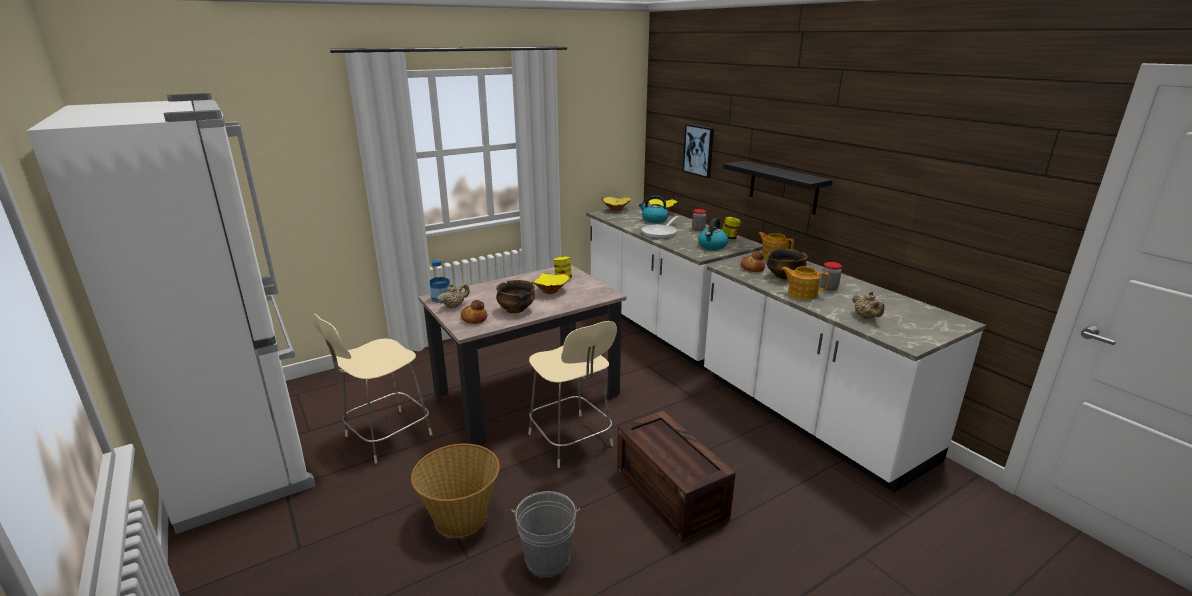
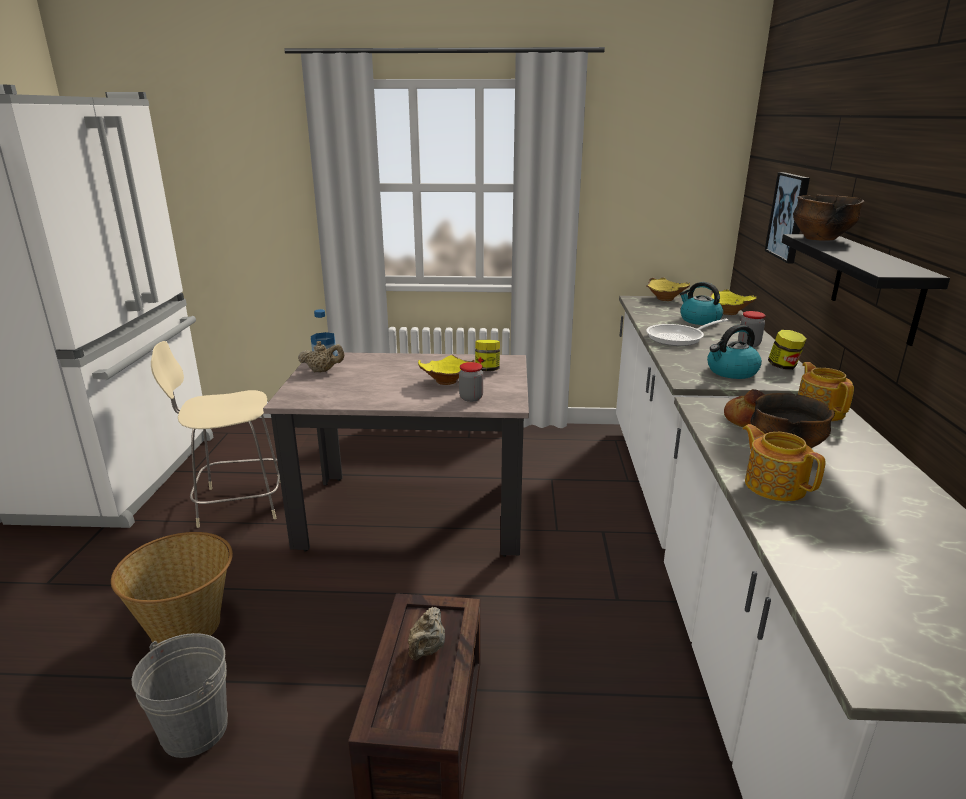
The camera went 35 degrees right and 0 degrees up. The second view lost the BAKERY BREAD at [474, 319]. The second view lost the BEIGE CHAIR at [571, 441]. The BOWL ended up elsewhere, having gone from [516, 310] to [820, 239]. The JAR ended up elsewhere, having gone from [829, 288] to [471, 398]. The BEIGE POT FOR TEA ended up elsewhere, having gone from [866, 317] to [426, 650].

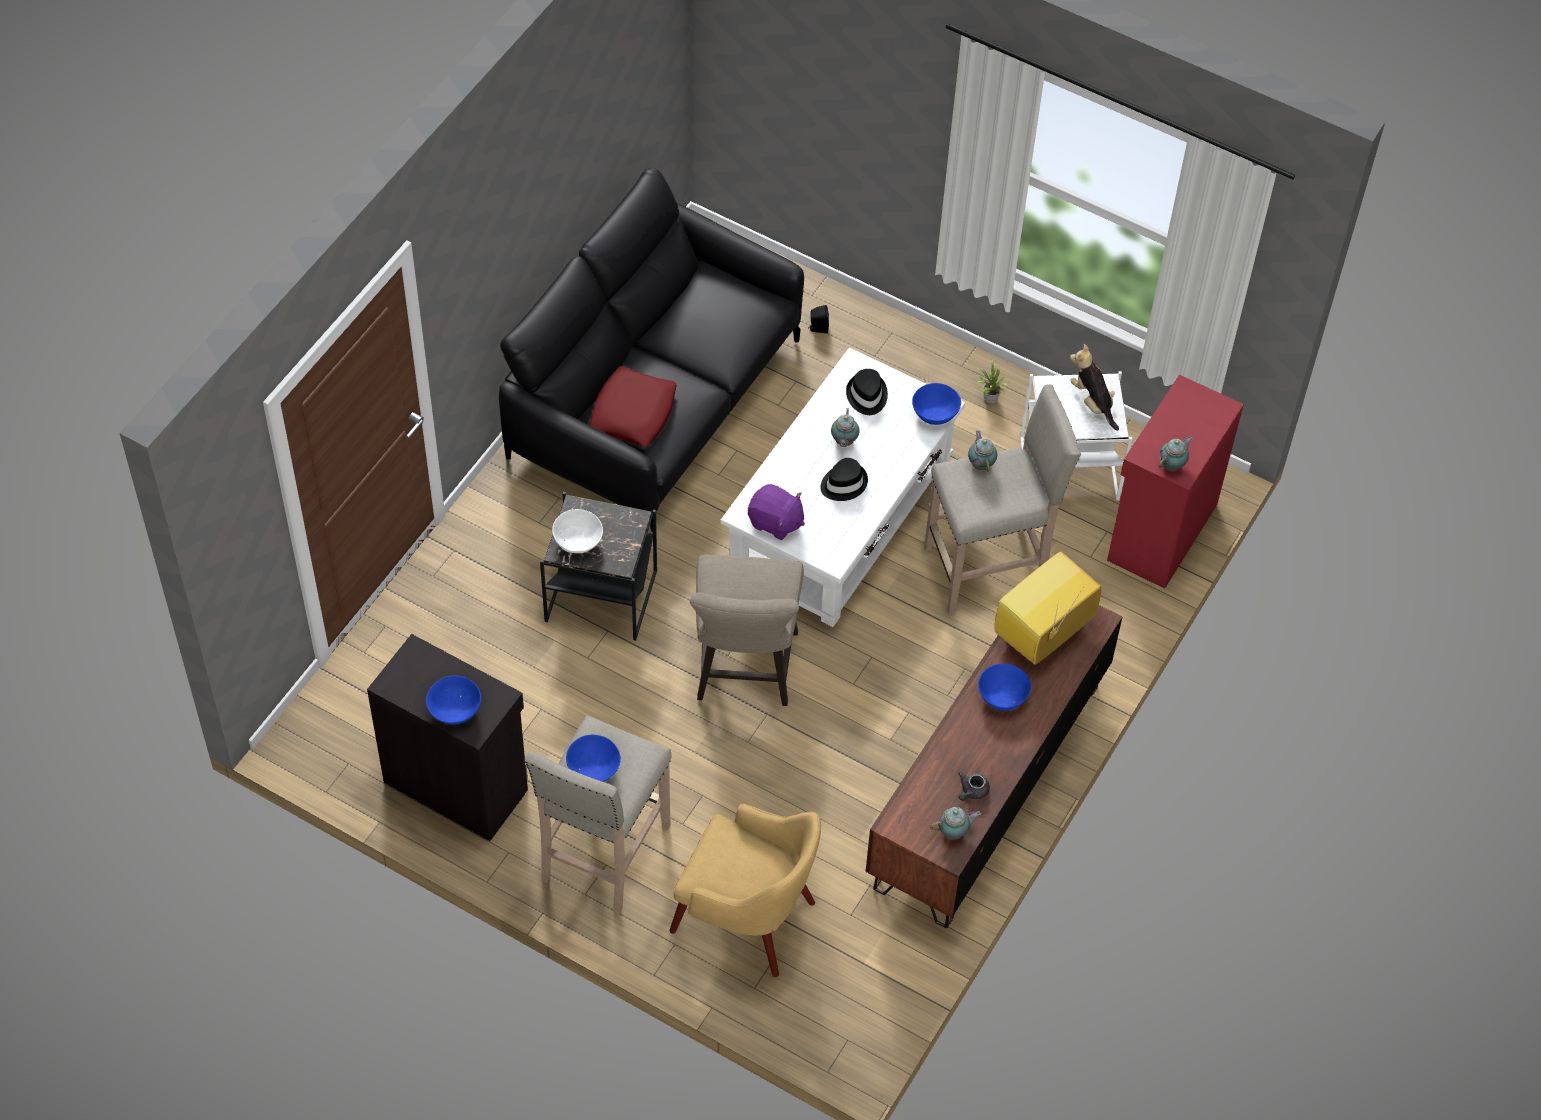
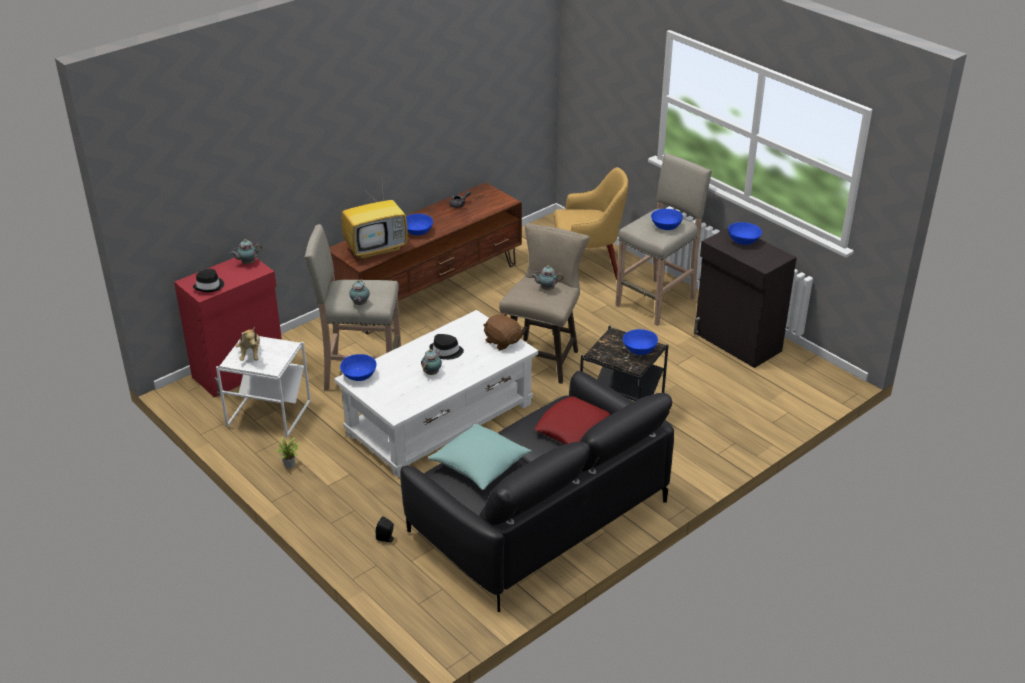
The camera went 160 degrees left and 20 degrees down. The second view gained the TURQUOISE THROW PILLOW at [480, 465]. The BLACK-COLOURED CLOTHING HAT ended up elsewhere, having gone from [866, 396] to [209, 286]. The POT FOR TEA ended up elsewhere, having gone from [954, 832] to [546, 288]. What was the WHITE-COLOURED BOWL at [578, 540] turned into the BLUE BOWL at [639, 349]. What was the PURPLISH PLUSH TOY at [775, 522] turned into the BROWN-COLOURED PLUSH TOY at [502, 341]. The YELLOWISH ARMCHAIR at [747, 918] ended up facing another way, 135 degrees clockwise from before.

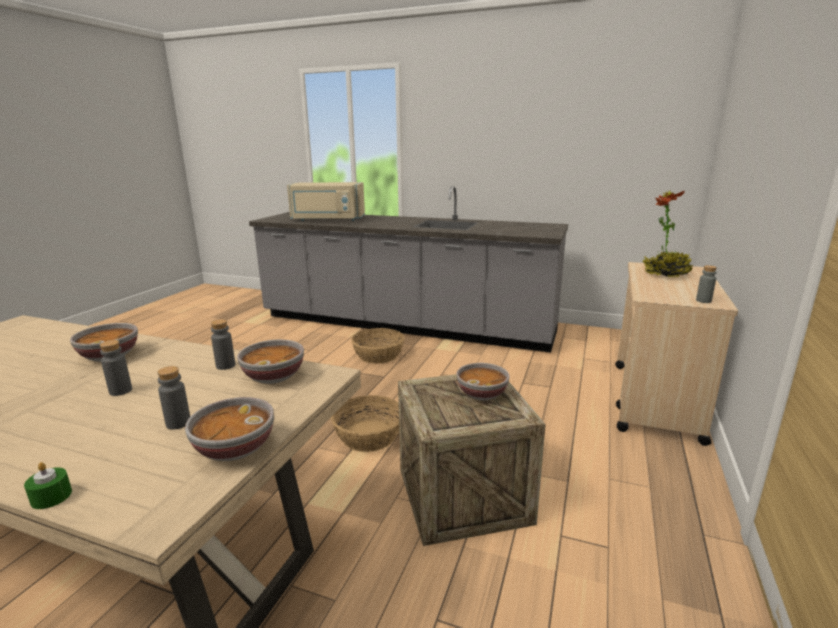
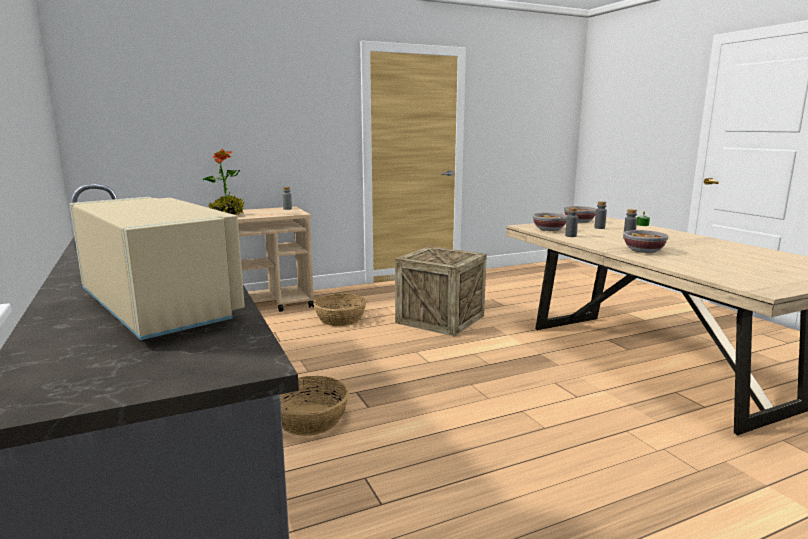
The camera went 135 degrees left and 5 degrees down. The second view lost the BOWL at [482, 393]. The STORAGE BASKET ended up elsewhere, having gone from [369, 436] to [340, 319].

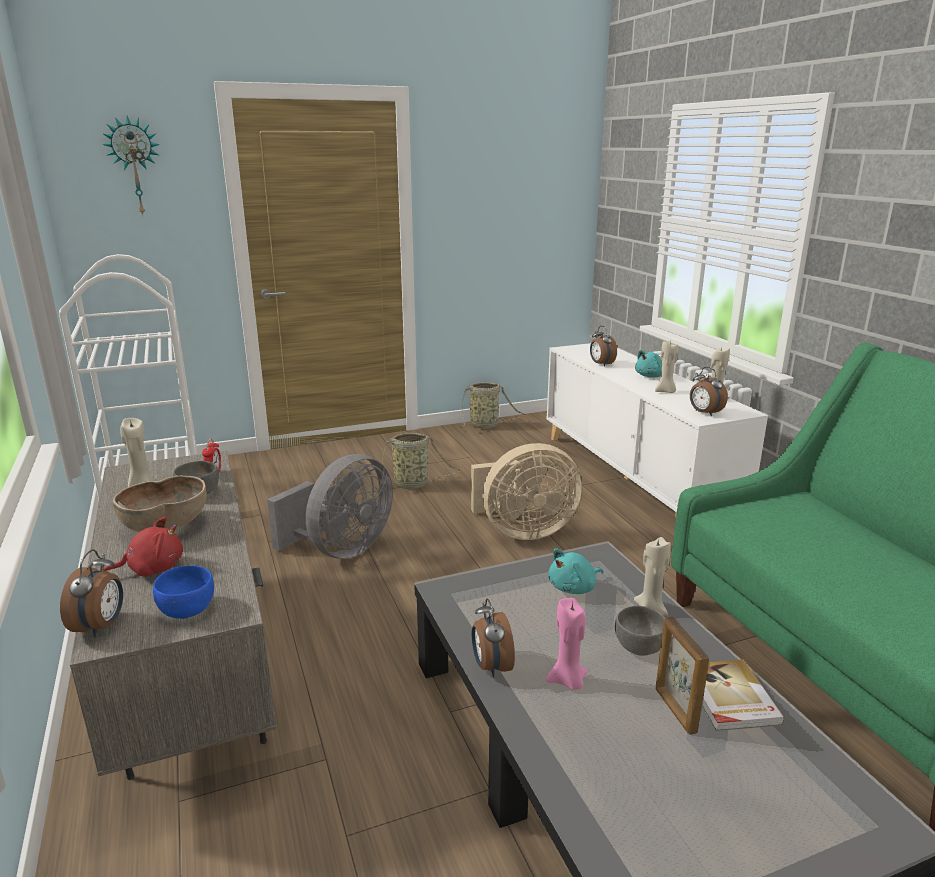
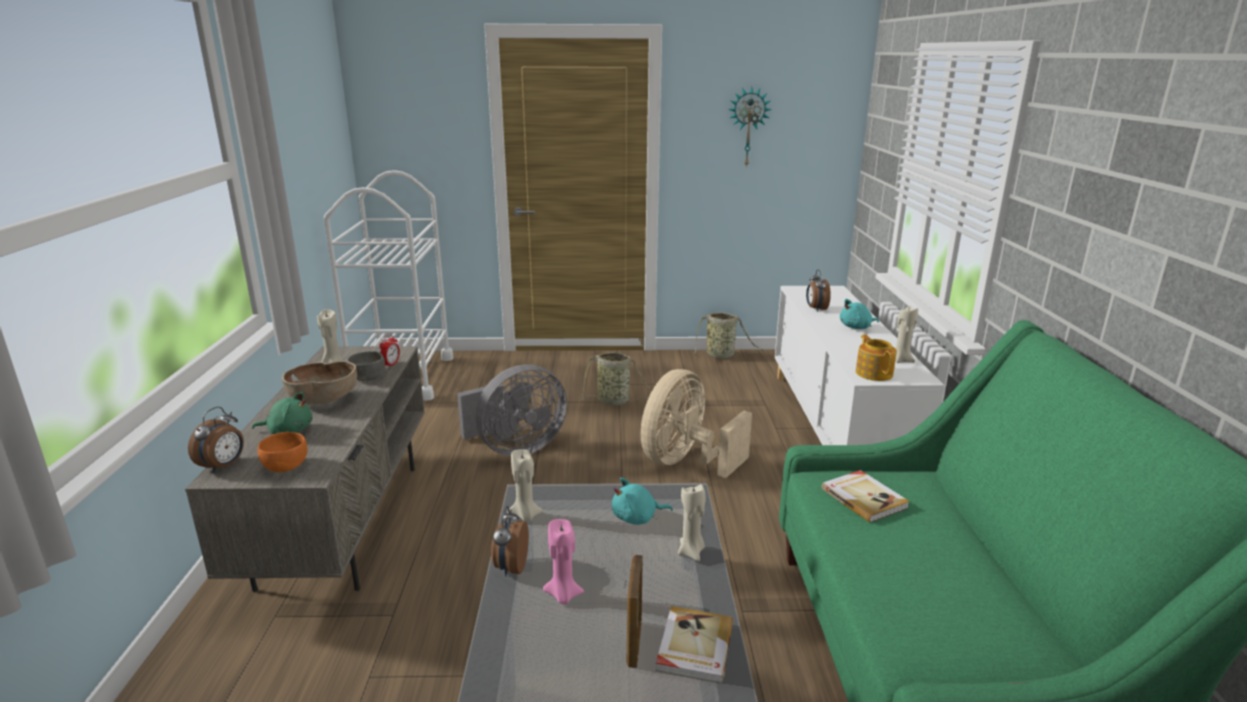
The camera went 20 degrees right and 0 degrees up. The second view lost the GREY BOWL at [640, 646]. The second view gained the BOUND BOOK at [864, 498]. The CLOCK ON THE WALL ended up elsewhere, having gone from [135, 167] to [748, 127]. The BEIGE CANDLE ended up elsewhere, having gone from [665, 391] to [525, 516]. Where the BEDSIDE CLOCK stood at [704, 413], the POT FOR TEA came to stand at [874, 373]. What was the RED-COLOURED PLUSH TOY at [152, 568] turned into the GREEN-COLOURED PLUSH TOY at [288, 431]. What was the BLUE BOWL at [187, 609] turned into the ORANGE BOWL at [286, 466]. The BEIGE ELECTRIC FAN at [523, 531] ended up facing another way, 120 degrees clockwise from before.

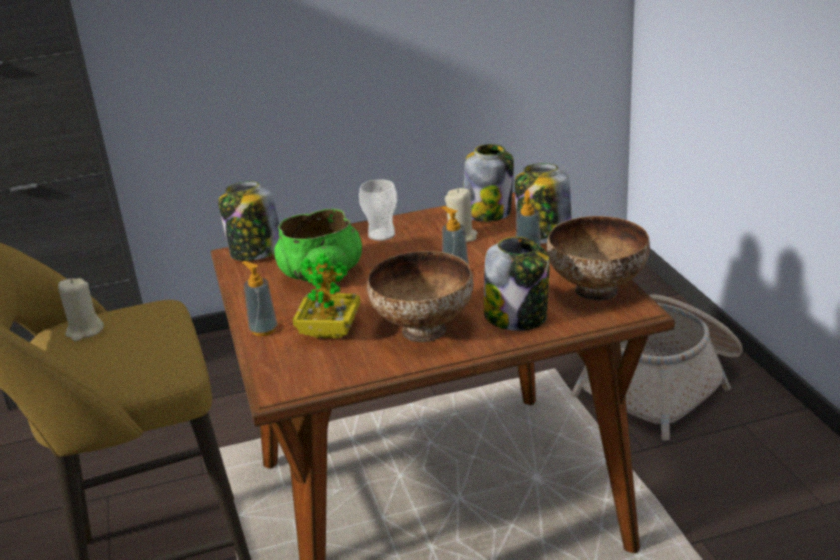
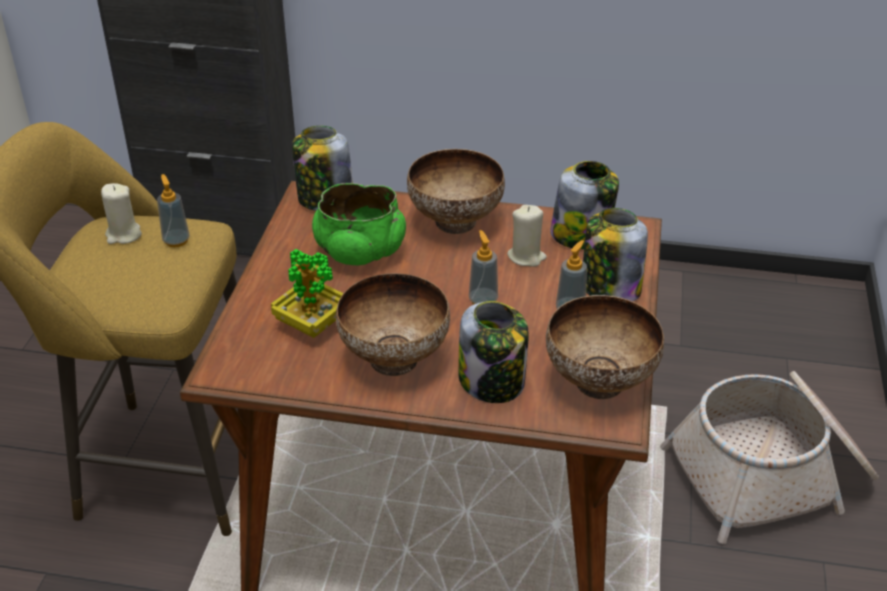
The camera went 25 degrees right and 10 degrees up. The SOAP BOTTLE ended up elsewhere, having gone from [263, 330] to [176, 240]. Where the SMALL CUP stood at [381, 234], the BOWL came to stand at [454, 223].

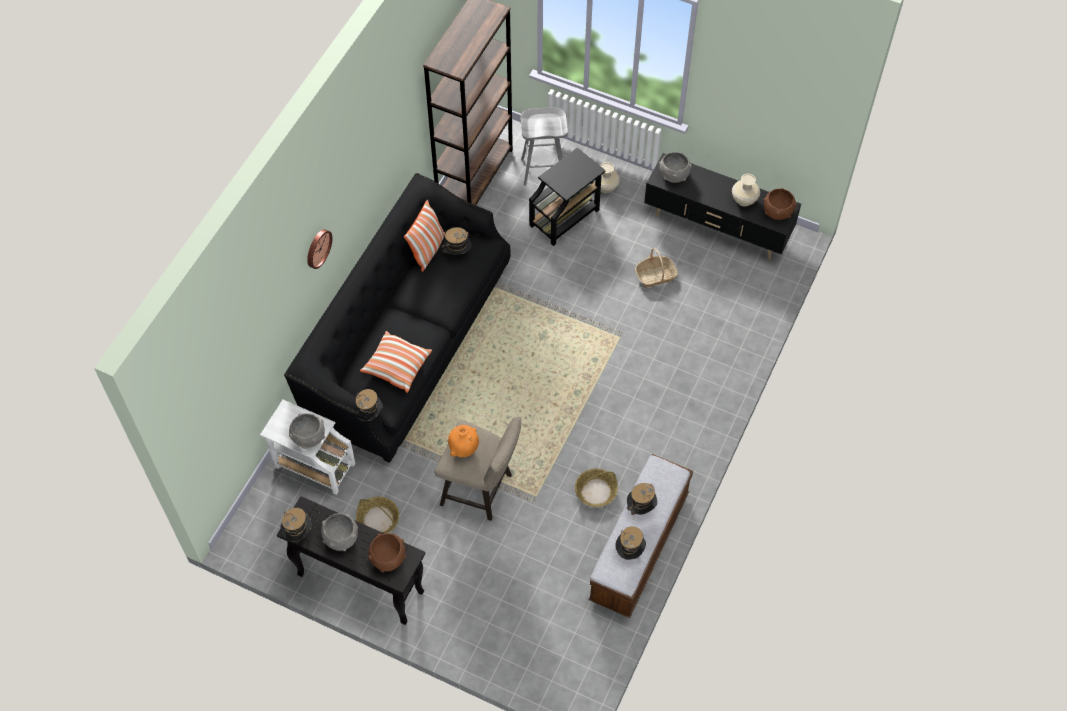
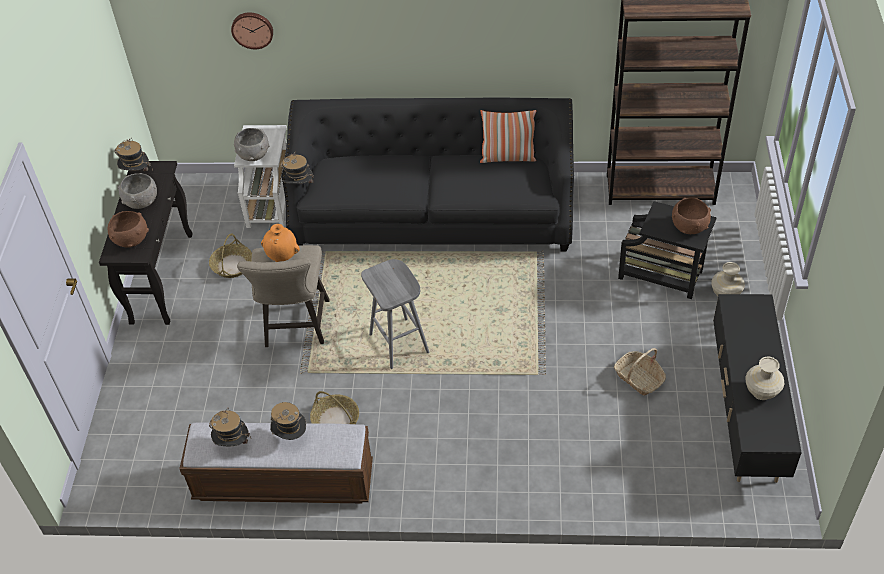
The camera went 70 degrees right and 10 degrees down. The second view lost the THROW PILLOW at [397, 366]. The second view lost the CLOTHING HAT at [457, 253]. The second view lost the GREY BOWL at [673, 175]. The CLOCK ON THE WALL ended up elsewhere, having gone from [317, 248] to [252, 29]. The GREY STOOL ended up elsewhere, having gone from [543, 170] to [400, 344]. The BROWN-COLOURED BOWL ended up elsewhere, having gone from [777, 212] to [689, 227].

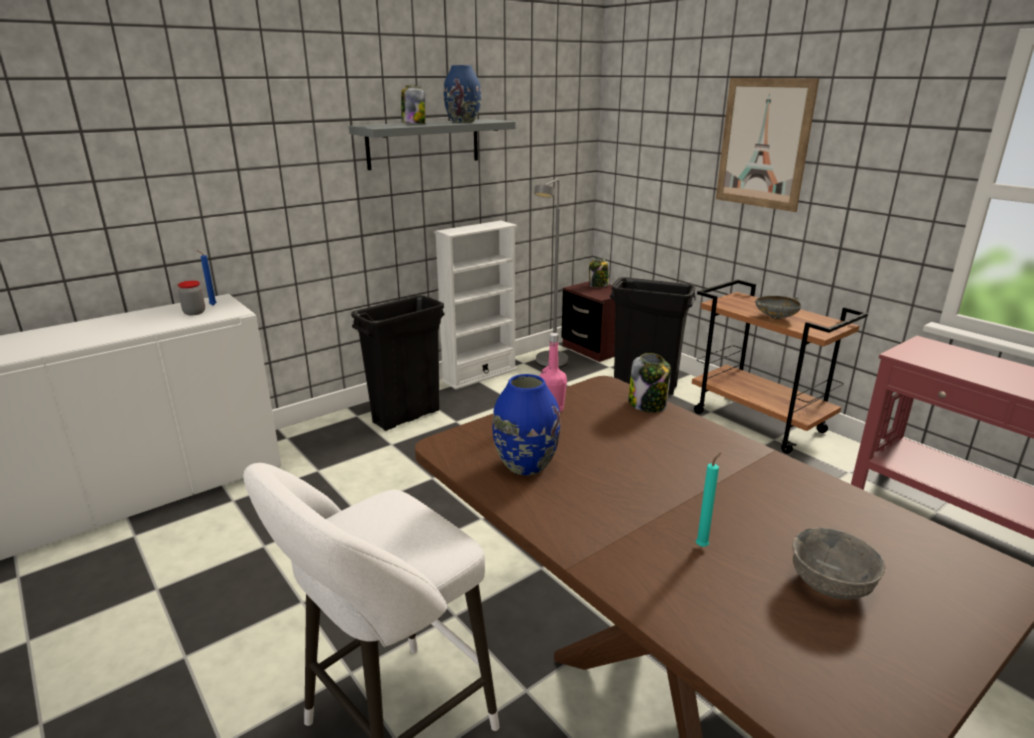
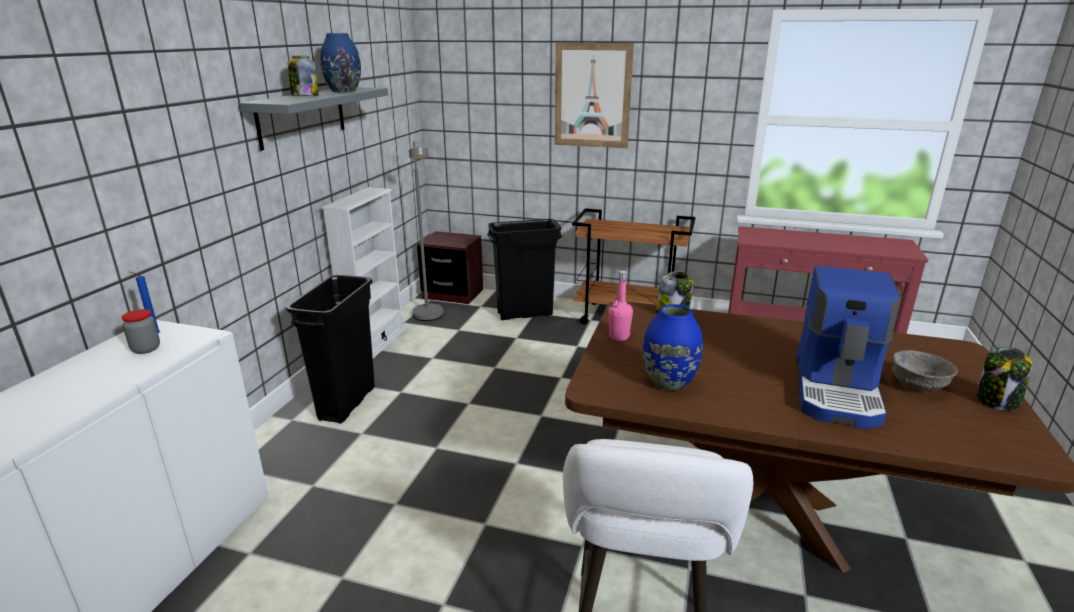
The camera went 35 degrees left and 0 degrees up. The second view lost the GREY BOWL at [775, 317]. The JAR ended up elsewhere, having gone from [598, 285] to [997, 401]. Where the TURQUOISE CANDLE stood at [703, 546], the COFFEE BREWER came to stand at [838, 390].

